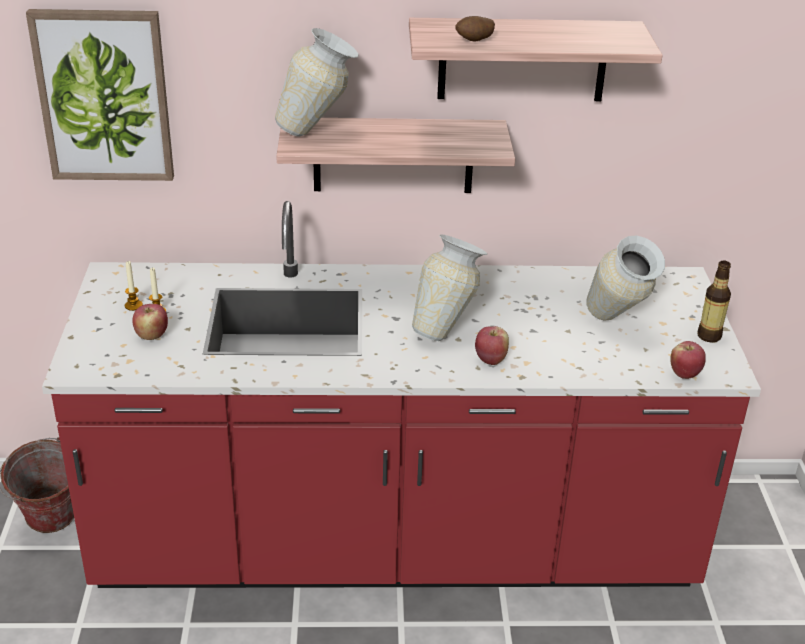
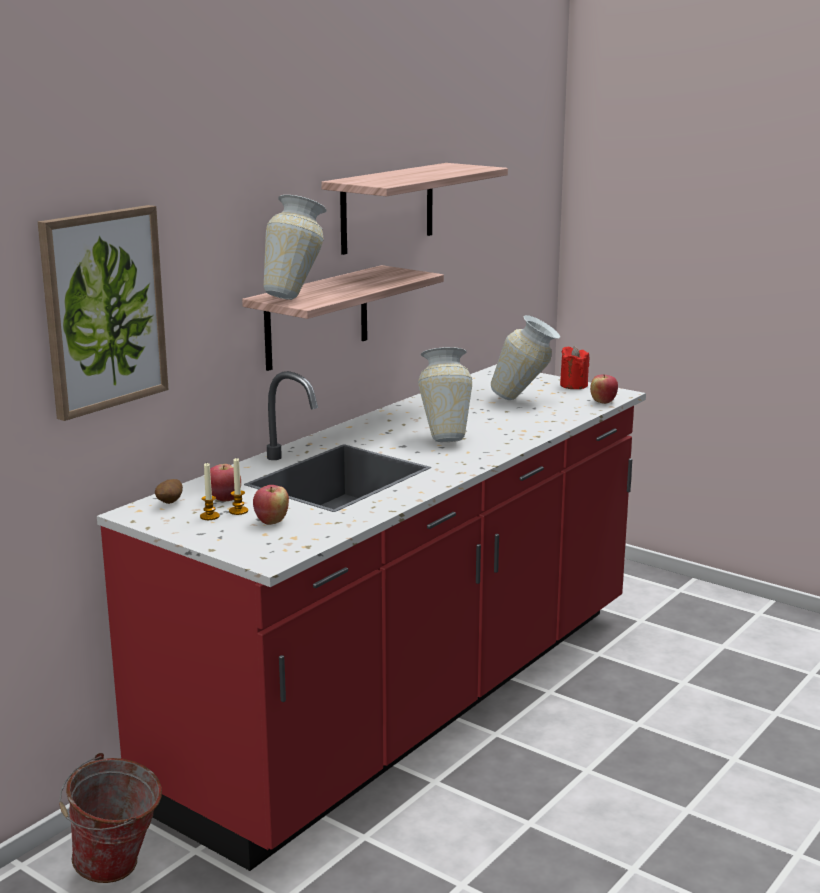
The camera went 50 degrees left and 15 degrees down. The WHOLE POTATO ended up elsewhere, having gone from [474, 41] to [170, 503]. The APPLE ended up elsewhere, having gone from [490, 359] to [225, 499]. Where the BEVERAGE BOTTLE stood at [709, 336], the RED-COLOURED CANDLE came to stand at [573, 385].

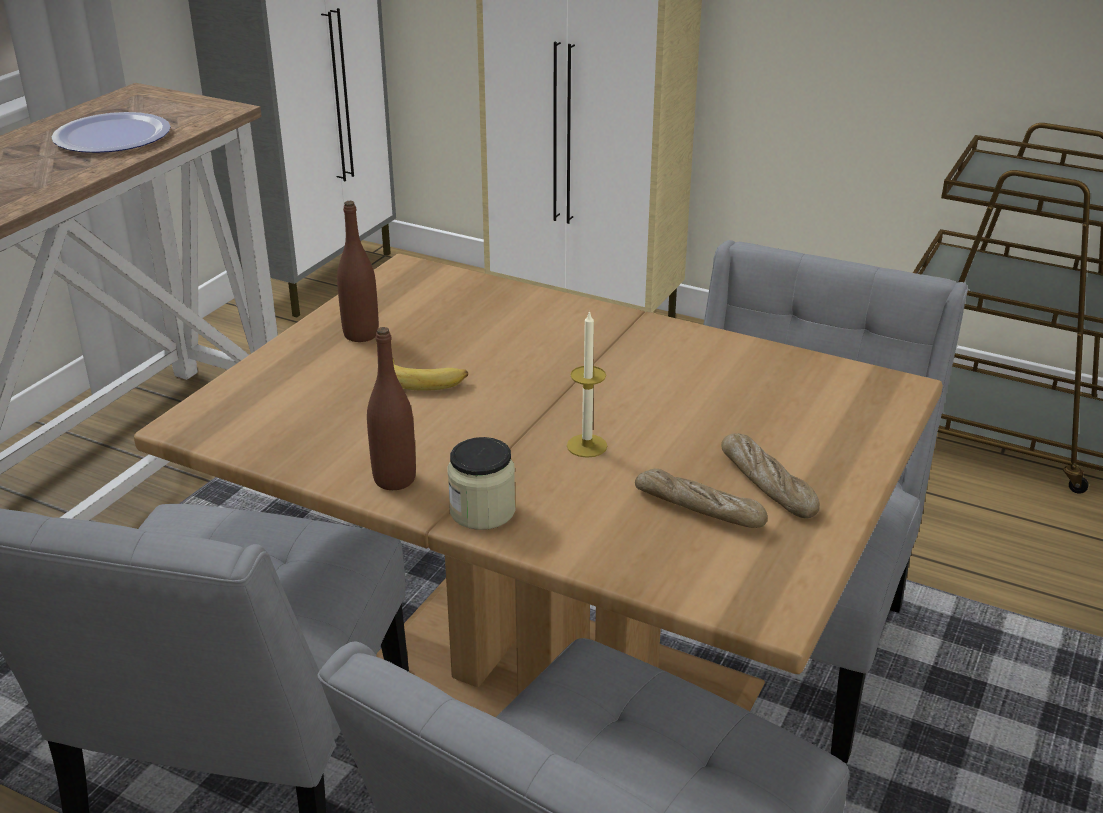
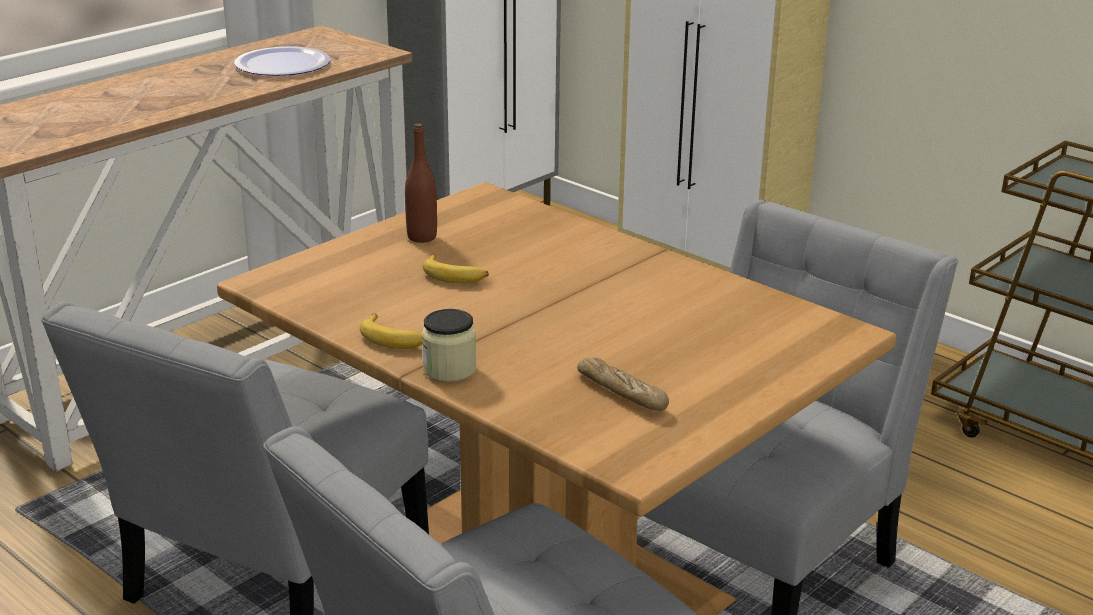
The camera went 15 degrees right and 5 degrees down. The second view lost the CANDLE at [587, 446]. The second view lost the BAKERY BREAD at [767, 484]. Where the BROWN-COLOURED BEVERAGE BOTTLE stood at [394, 479], the BANANA FRUIT came to stand at [394, 339].

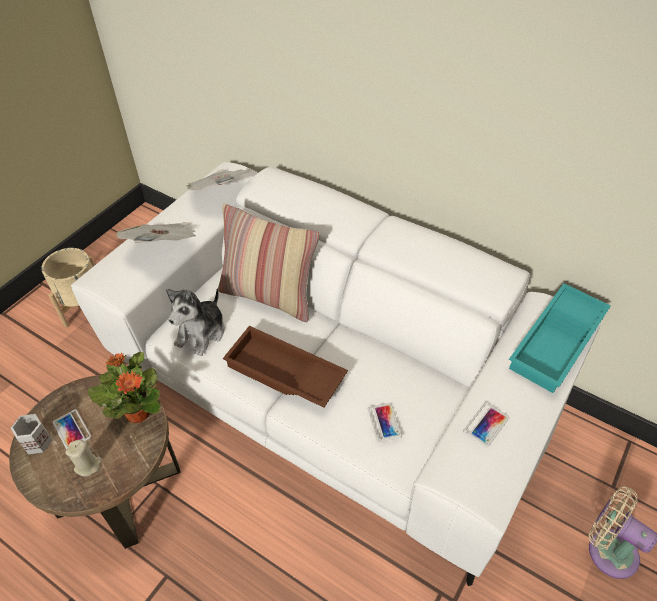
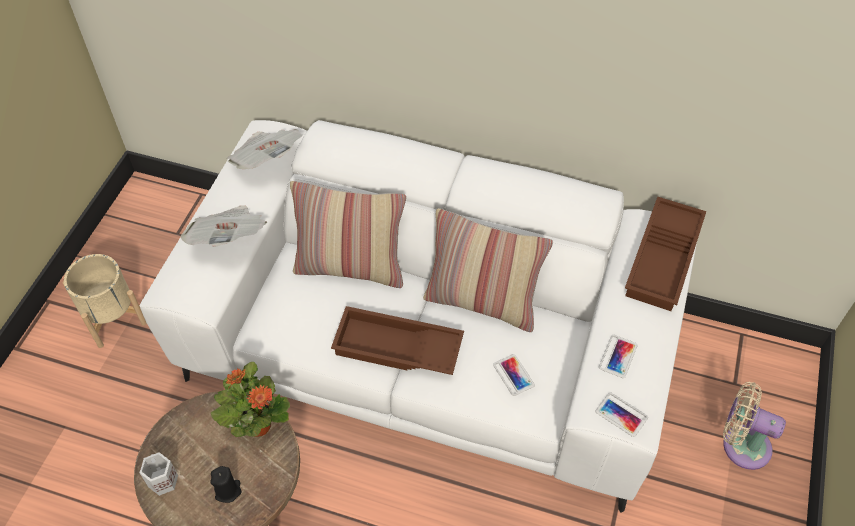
The camera went 15 degrees left and 5 degrees up. The second view lost the PLUSH TOY at [201, 333]. The second view gained the THROW PILLOW at [482, 302]. The PHONE ended up elsewhere, having gone from [72, 429] to [621, 414]. What was the BEIGE CANDLE at [88, 465] turned into the BLACK-COLOURED CANDLE at [228, 491]. What was the TURQUOISE CARRYING TRAY at [558, 343] turned into the BROWN-COLOURED CARRYING TRAY at [664, 260].

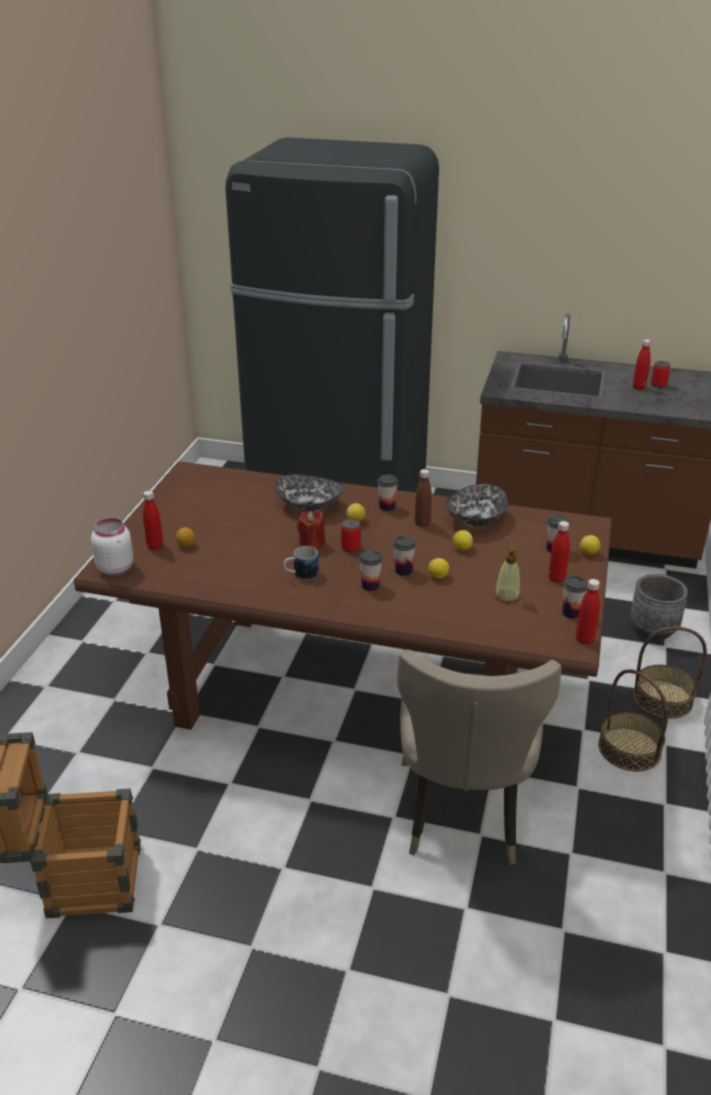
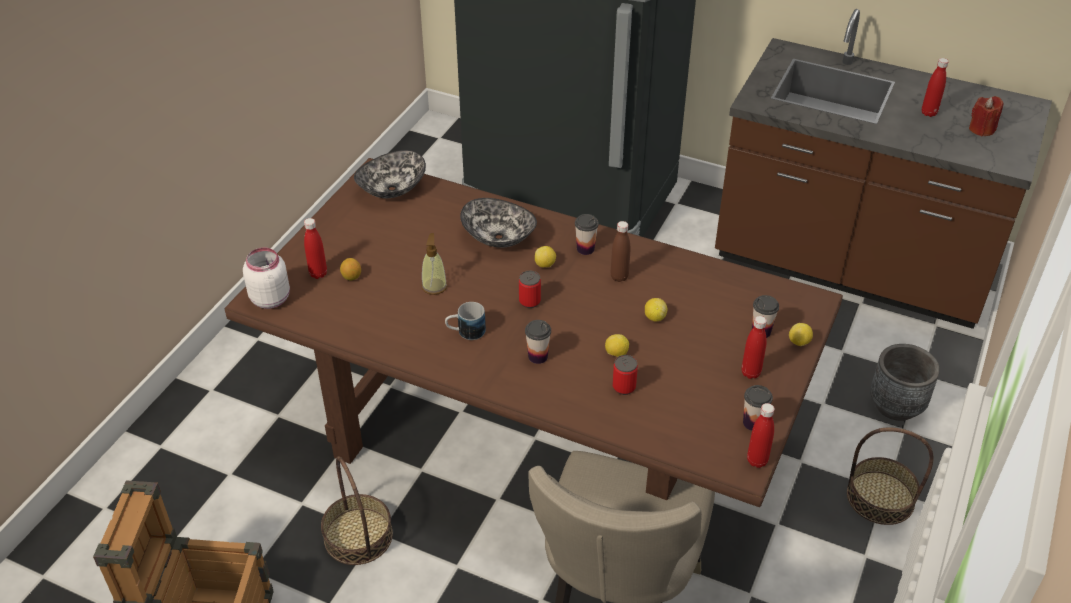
The camera went 10 degrees right and 10 degrees up. The second view lost the SMALL CUP at [403, 570]. The RED-COLOURED CANDLE ended up elsewhere, having gone from [311, 543] to [981, 129]. The BOWL ended up elsewhere, having gone from [476, 520] to [392, 189]. The SOAP BOTTLE ended up elsewhere, having gone from [507, 596] to [434, 286]. The STORAGE BASKET ended up elsewhere, having gone from [629, 749] to [358, 536]. The SEALED CAN ended up elsewhere, having gone from [658, 385] to [624, 387].

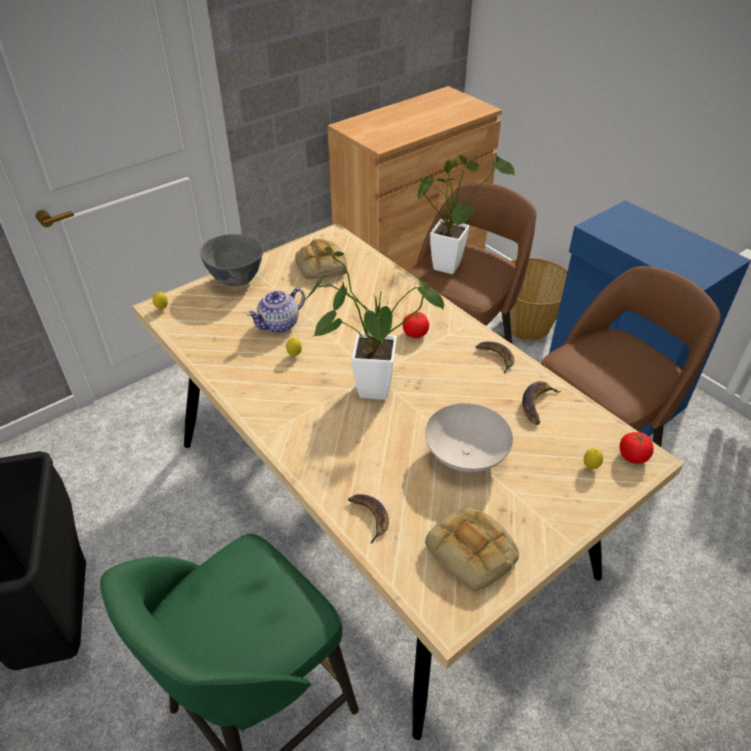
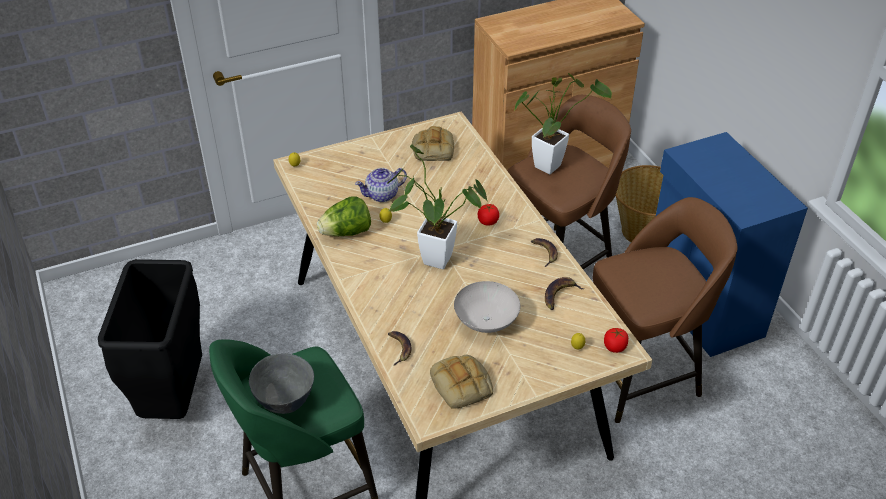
The camera went 15 degrees right and 0 degrees up. The second view gained the LETTUCE HEAD at [346, 232]. The GREY BOWL ended up elsewhere, having gone from [237, 280] to [286, 402].

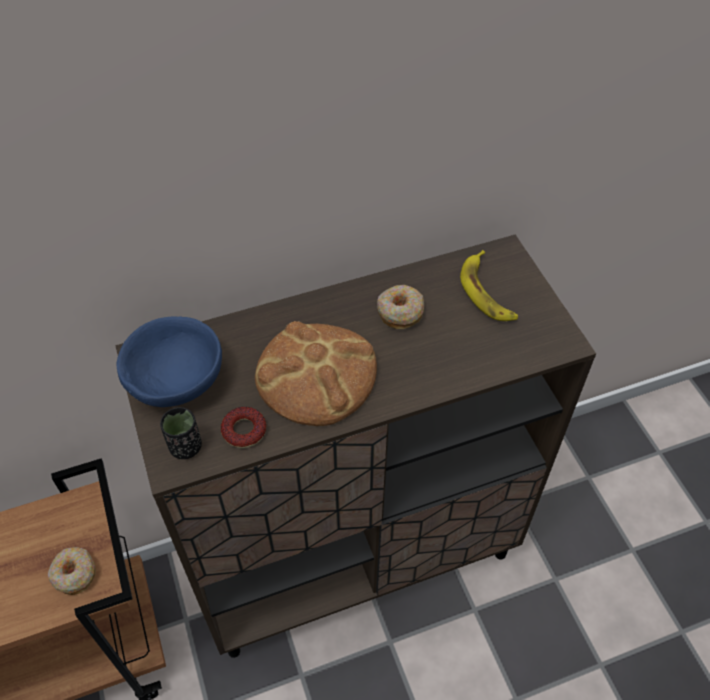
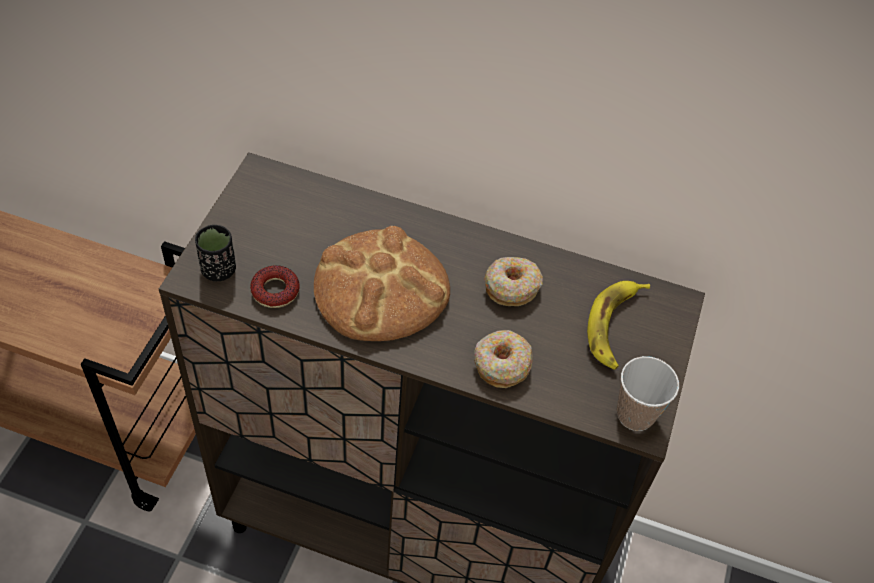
The camera went 35 degrees right and 0 degrees up. The second view lost the BLUE BOWL at [176, 380]. The second view gained the SMALL CUP at [635, 415]. The DOUGHNUT ended up elsewhere, having gone from [74, 574] to [501, 364].

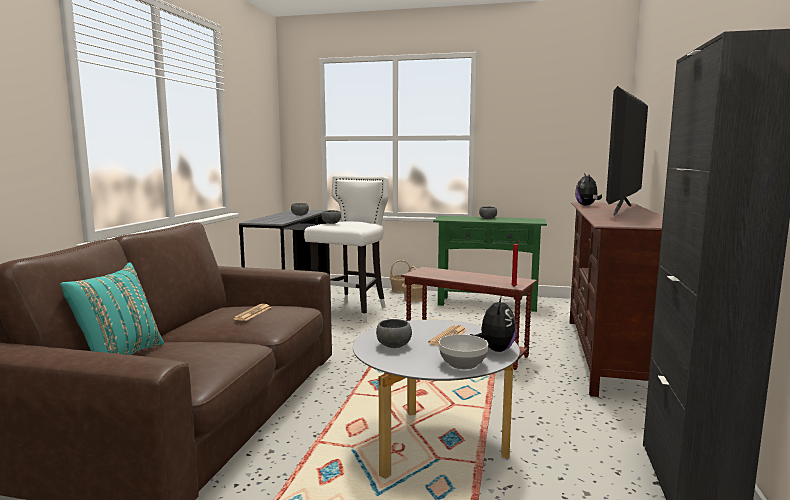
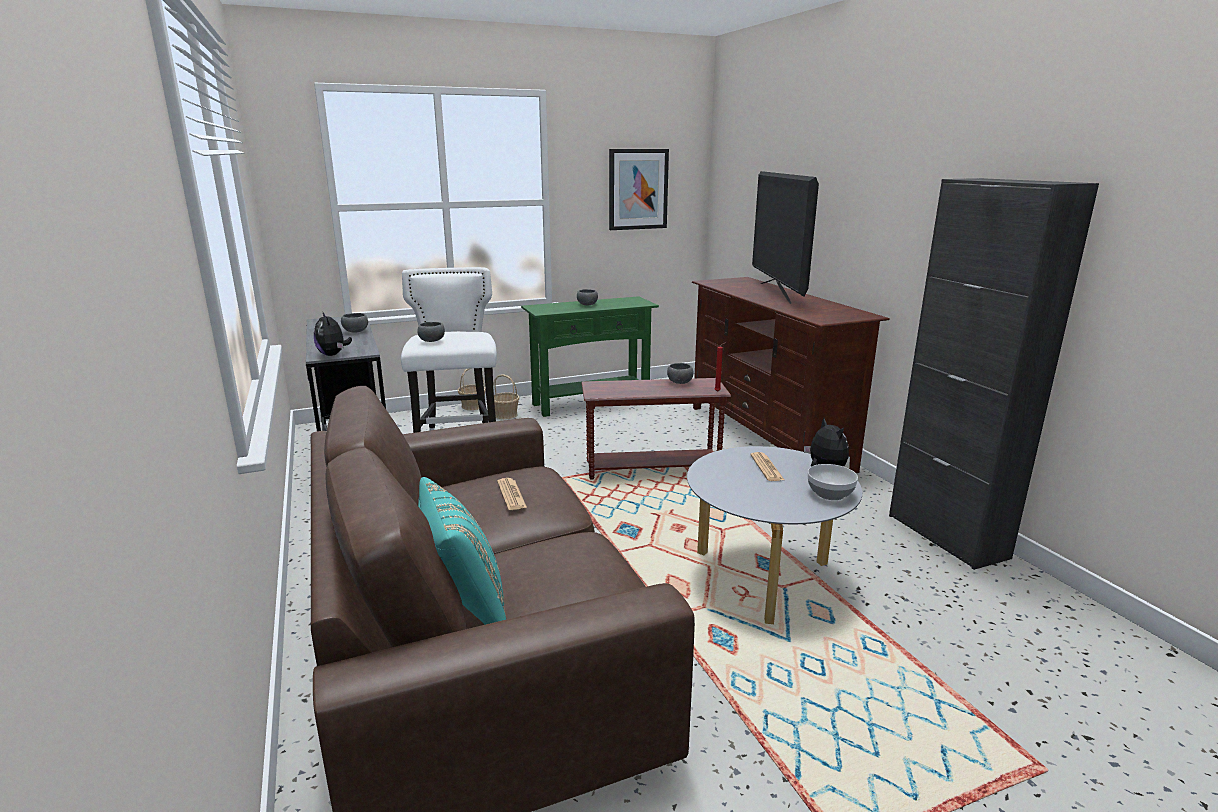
The camera went 35 degrees left and 10 degrees up. The second view gained the WALL ART at [638, 189]. The GREY BOWL ended up elsewhere, having gone from [393, 345] to [679, 382]. The PLUSH TOY ended up elsewhere, having gone from [587, 205] to [333, 355].

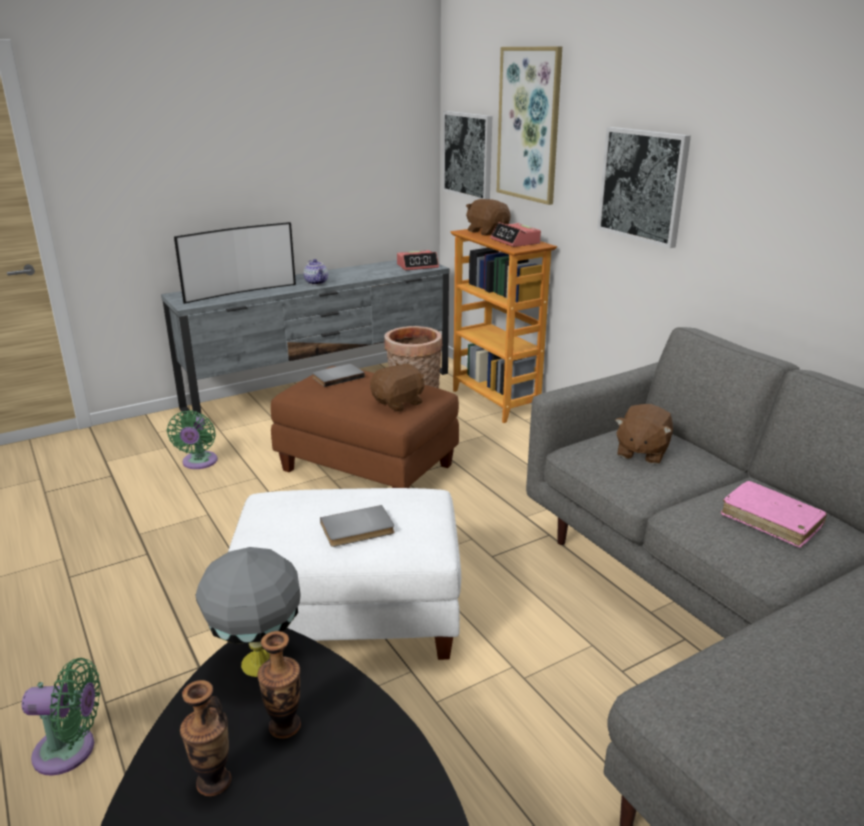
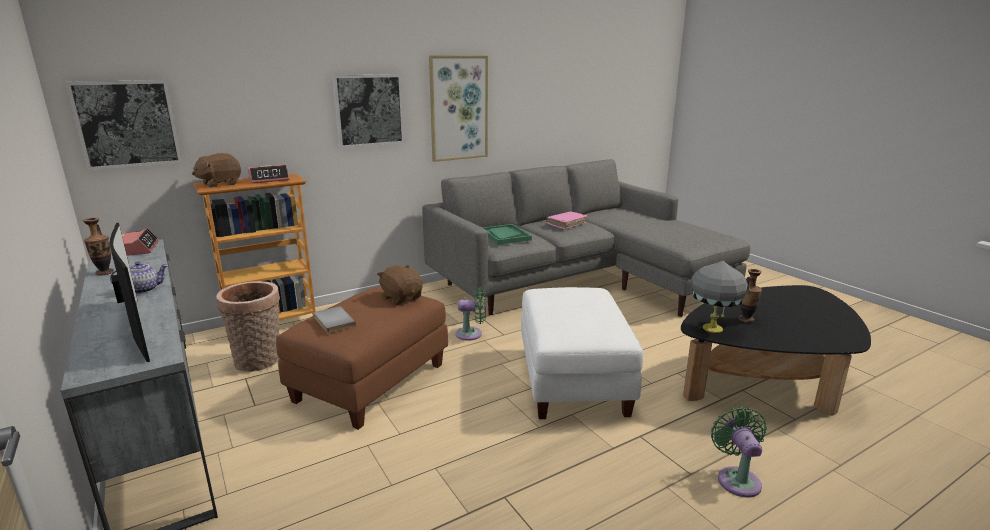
The camera went 90 degrees left and 5 degrees down. The second view lost the GREY BOUND BOOK at [358, 529]. The GREEN-COLOURED ELECTRIC FAN ended up elsewhere, having gone from [199, 463] to [472, 334]. The FLOWER VASE ended up elsewhere, having gone from [213, 782] to [105, 273]. The WALL ART ended up elsewhere, having gone from [529, 125] to [458, 108]. Where the BROWN-COLOURED PLUSH TOY stood at [641, 452], the GREEN-COLOURED CARRYING TRAY came to stand at [505, 236].

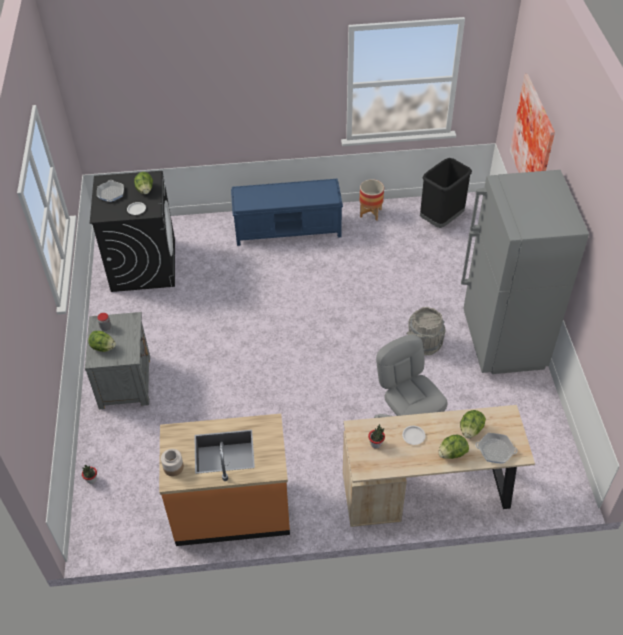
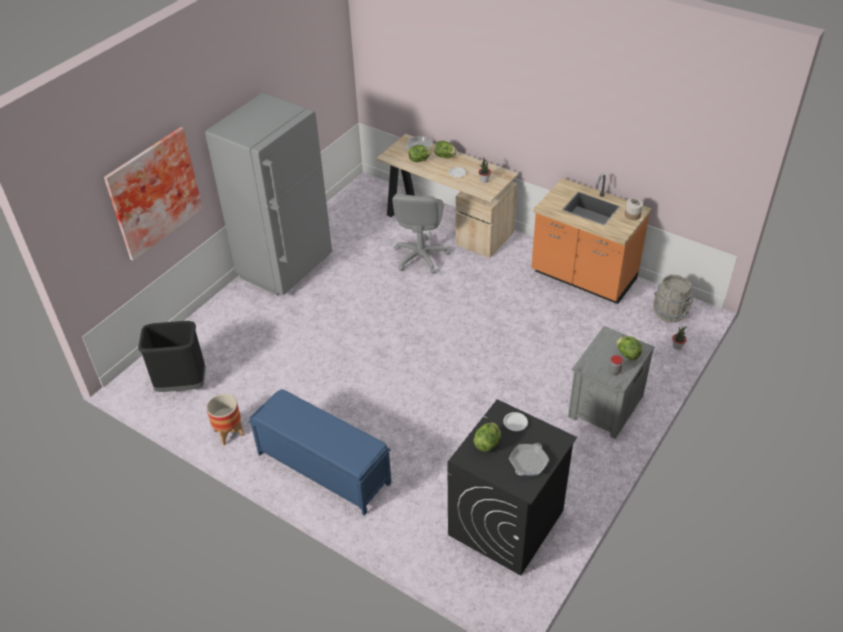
The camera went 140 degrees left and 5 degrees down. The GREY WATER BUCKET ended up elsewhere, having gone from [424, 344] to [669, 313].

